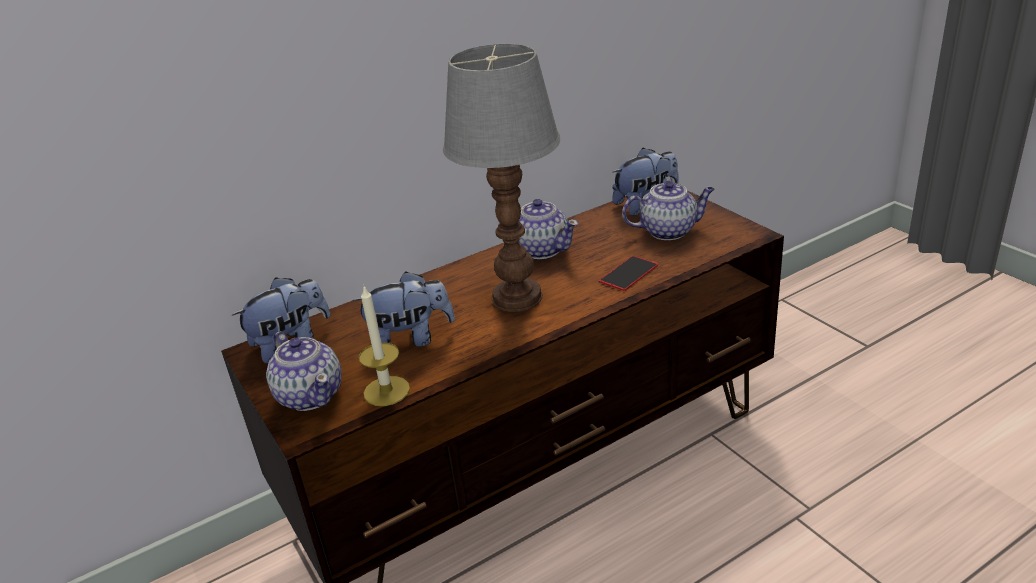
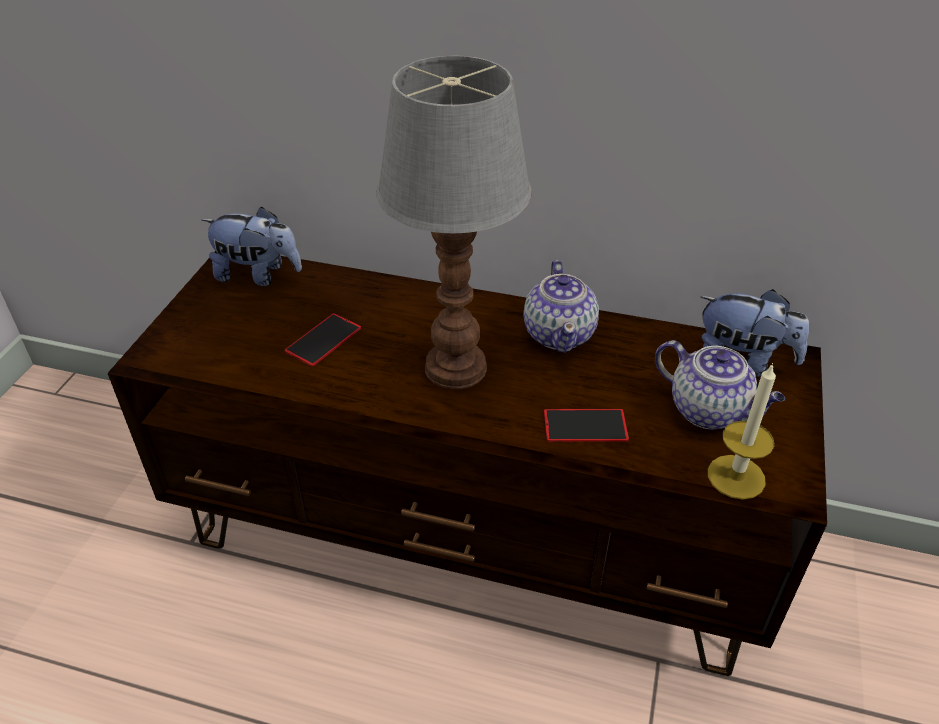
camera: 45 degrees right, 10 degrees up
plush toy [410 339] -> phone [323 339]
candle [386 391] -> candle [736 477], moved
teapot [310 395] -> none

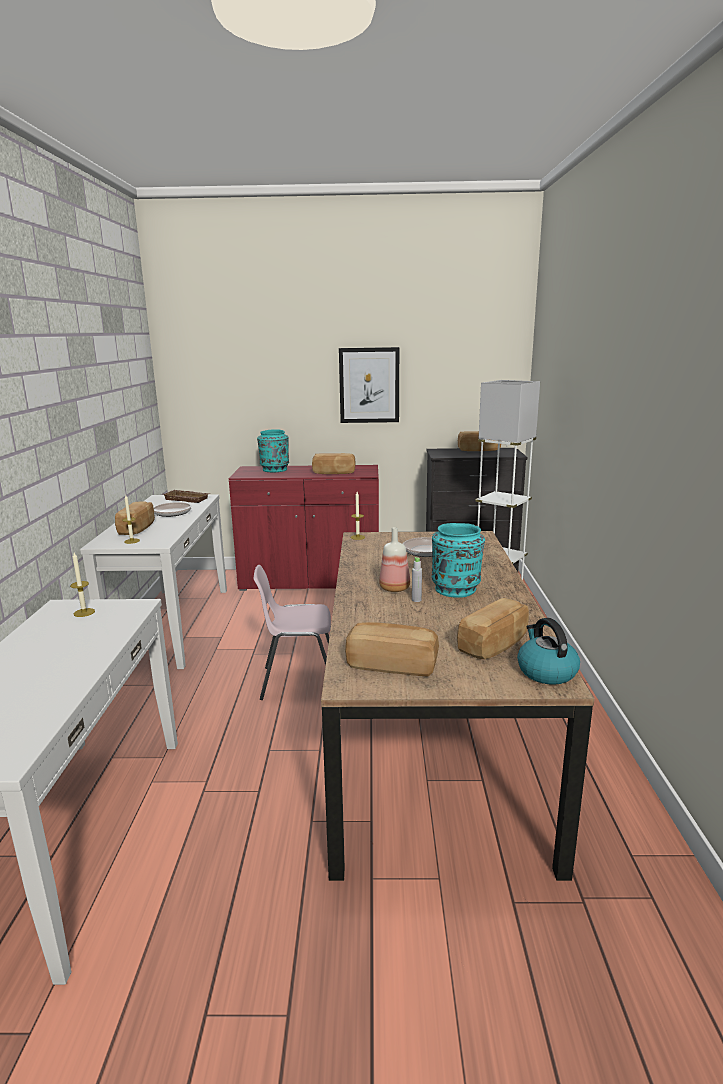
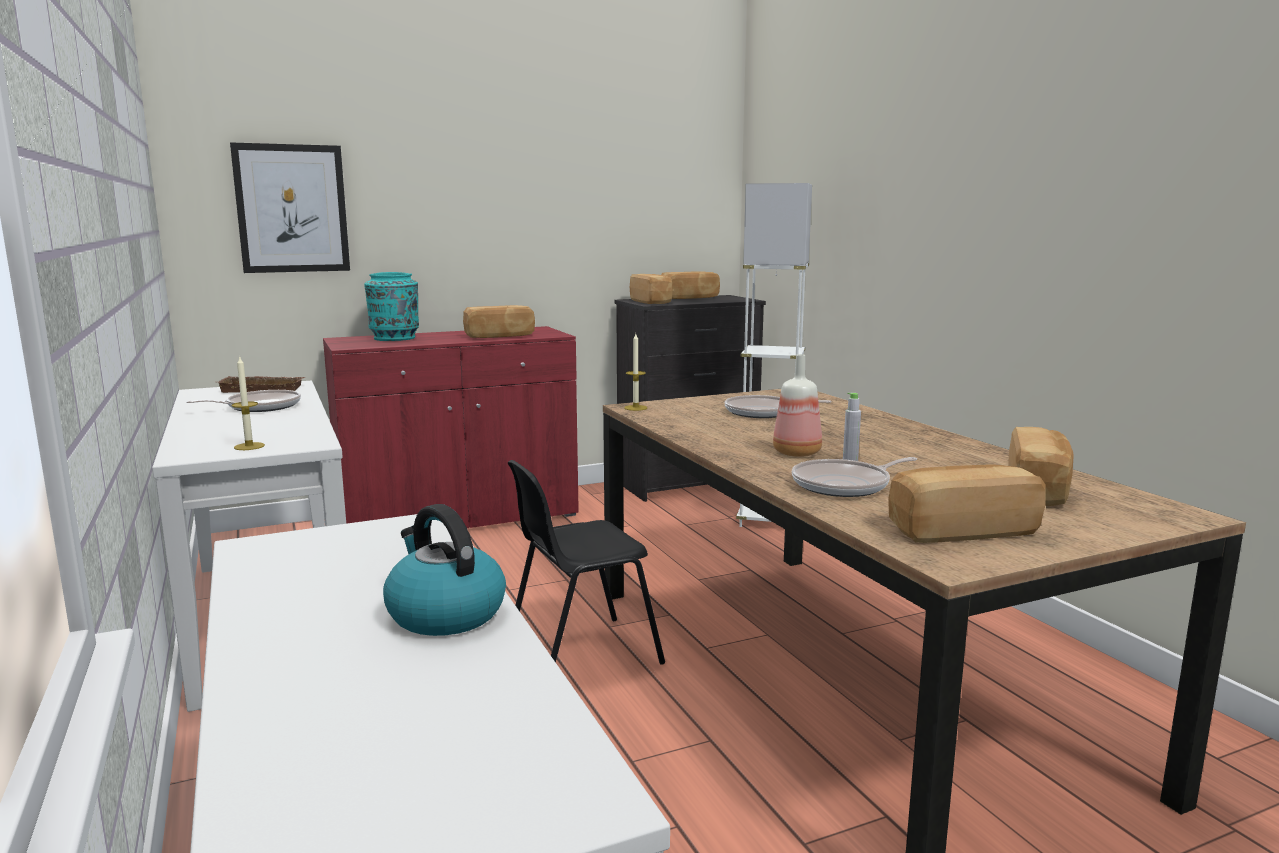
camera: 25 degrees left, 5 degrees down
picture [369 385] -> picture [292 209], moved
kettle [546 671] -> kettle [444 613], moved
pink chair [299 681] -> black chair [580 654]
bread [138 528] -> bread [651 302], moved
none -> frying pan [845 485]
candle [84 612] -> none
turquoise vase [456 589] -> none

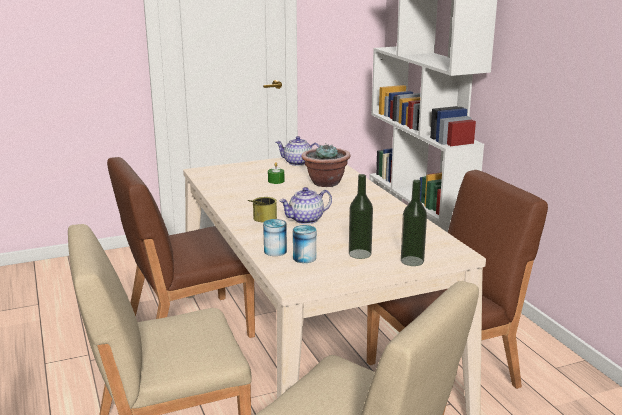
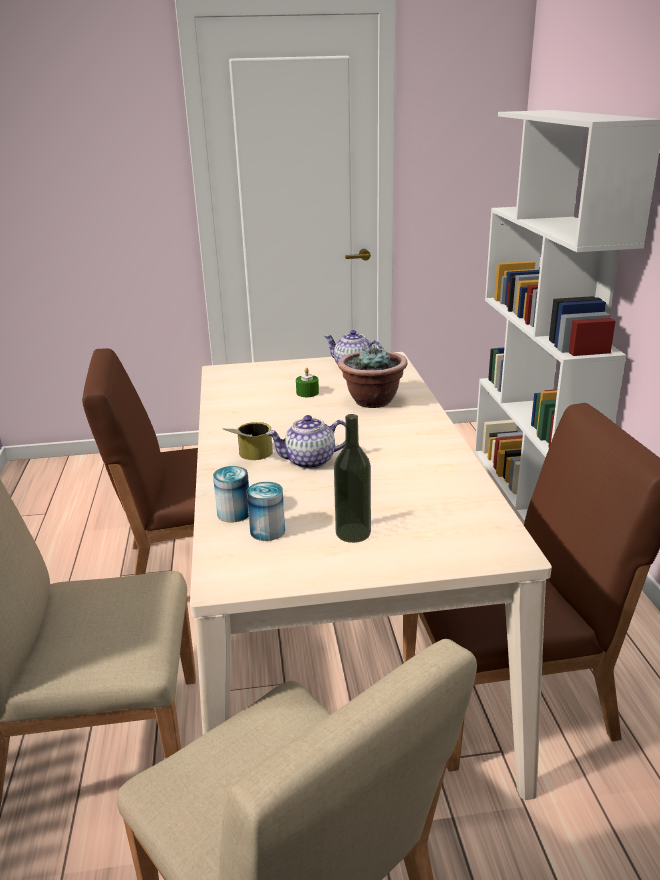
camera: 15 degrees right, 5 degrees up
bottle [412 261] -> none

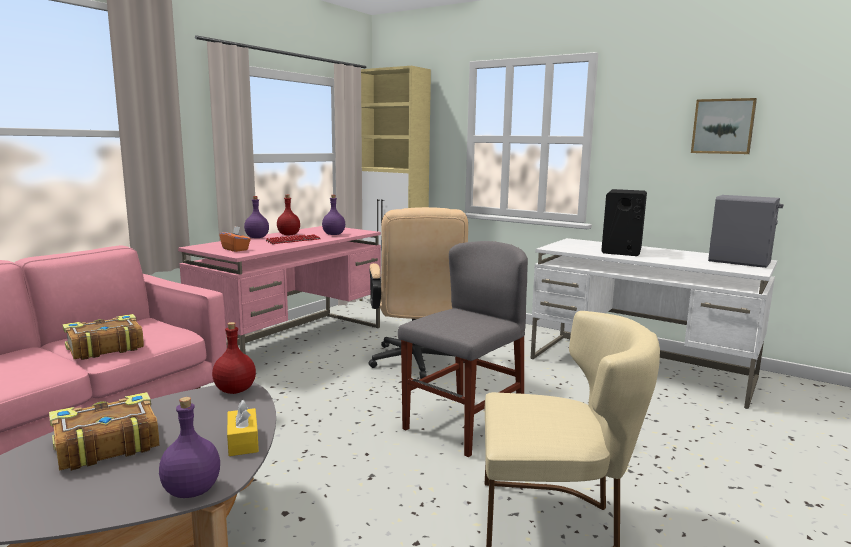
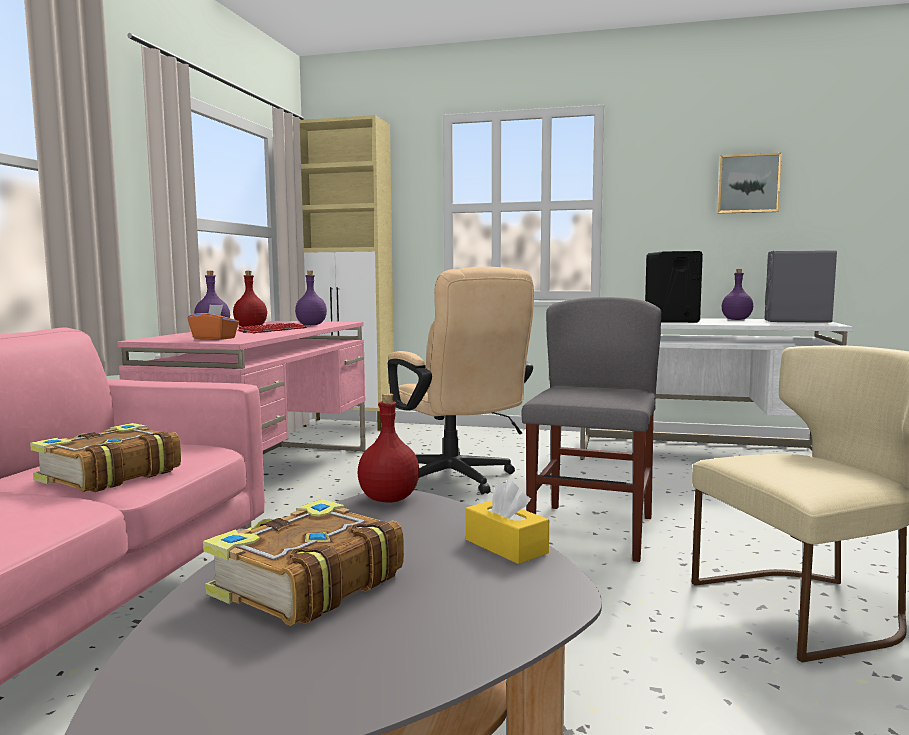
camera: 20 degrees left, 5 degrees down
purple bottle [193 491] -> purple bottle [737 319], moved

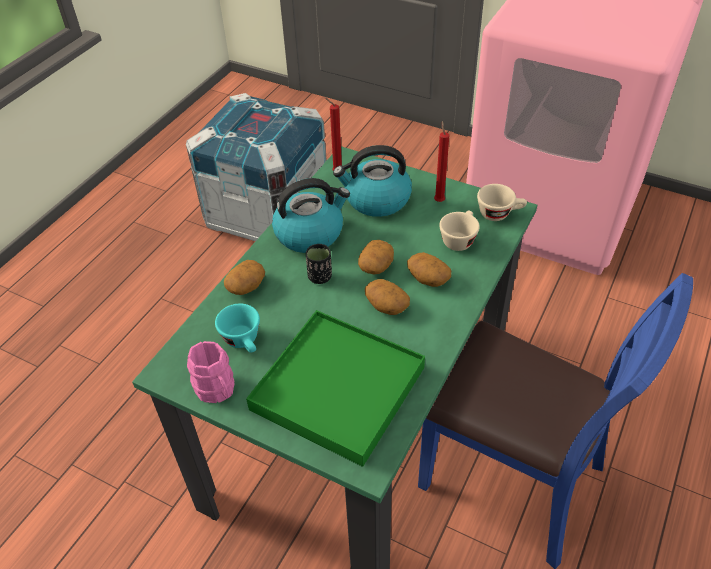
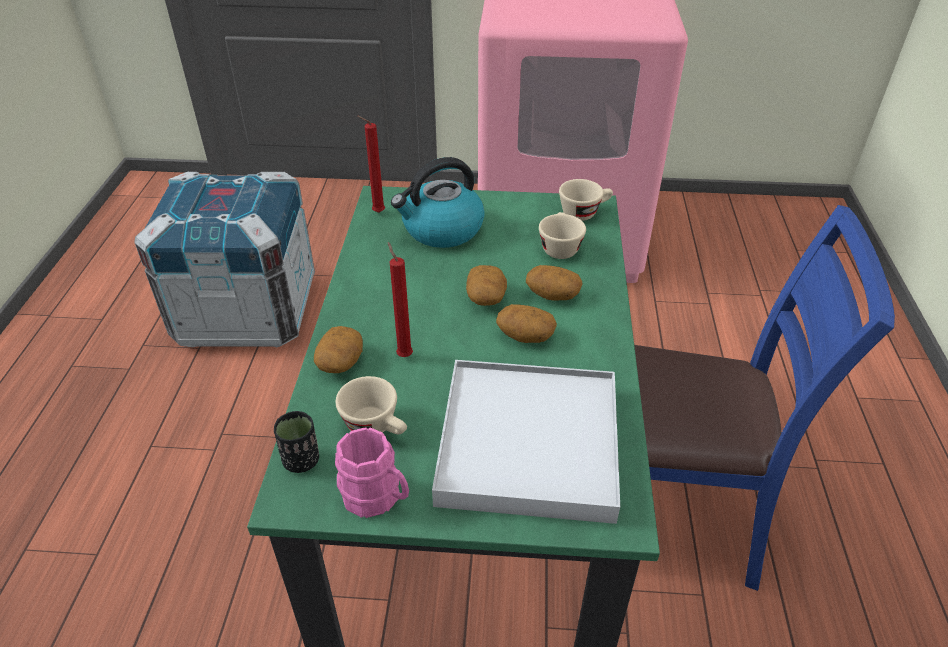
camera: 25 degrees left, 5 degrees down
black cup [320 277] -> black cup [301 460], moved
turquoise cup [244 341] -> beige cup [377 427]
red candle [439 200] -> red candle [403 354], moved
green tray [337 388] -> white tray [528 444]
kettle [310 233] -> none

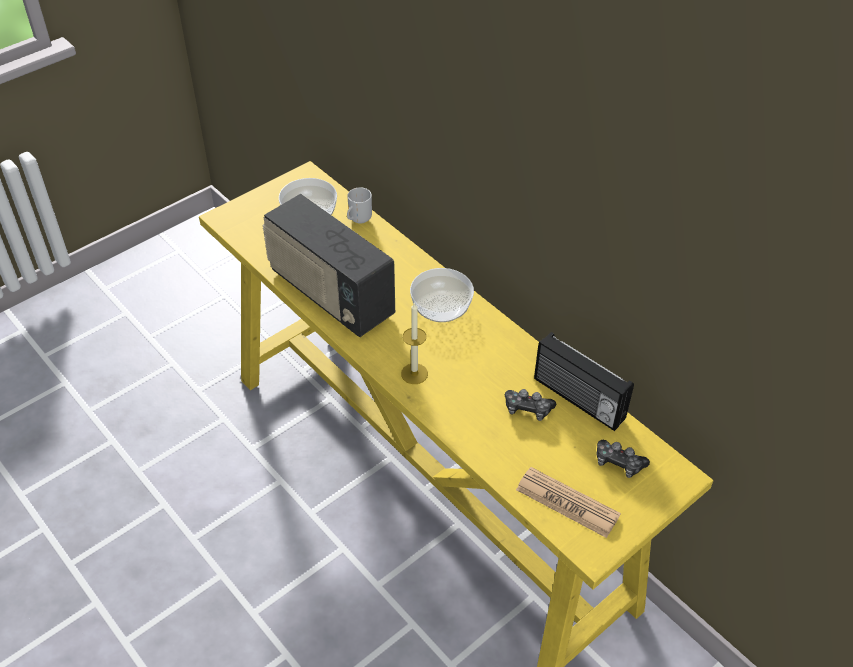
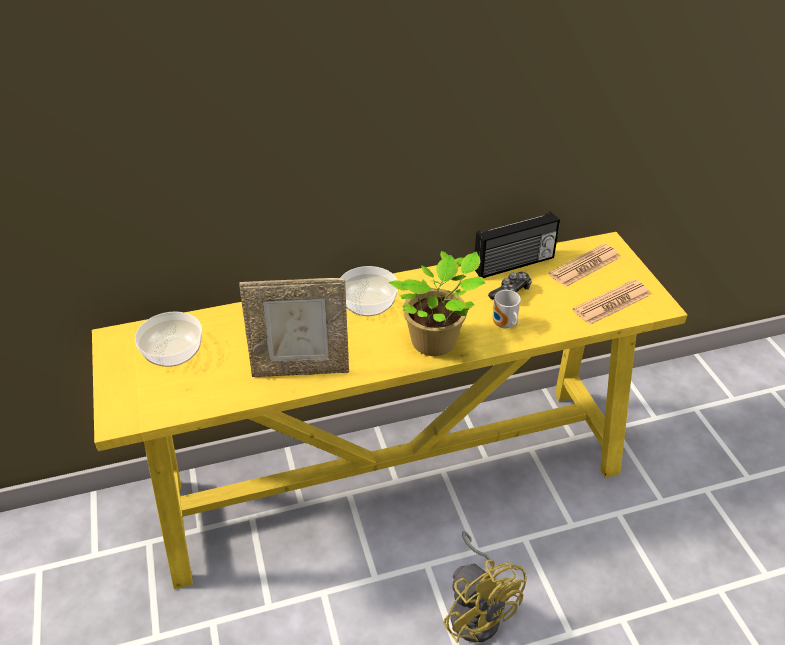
camera: 65 degrees left, 5 degrees down
radio [330 295] -> picture frame [301 369]
candle [414 373] -> potted plant [437 343]
none -> yellow fan [477 609]
mug [358 220] -> mug [504 325], moved
game controller [618 463] -> newspaper [584 266]

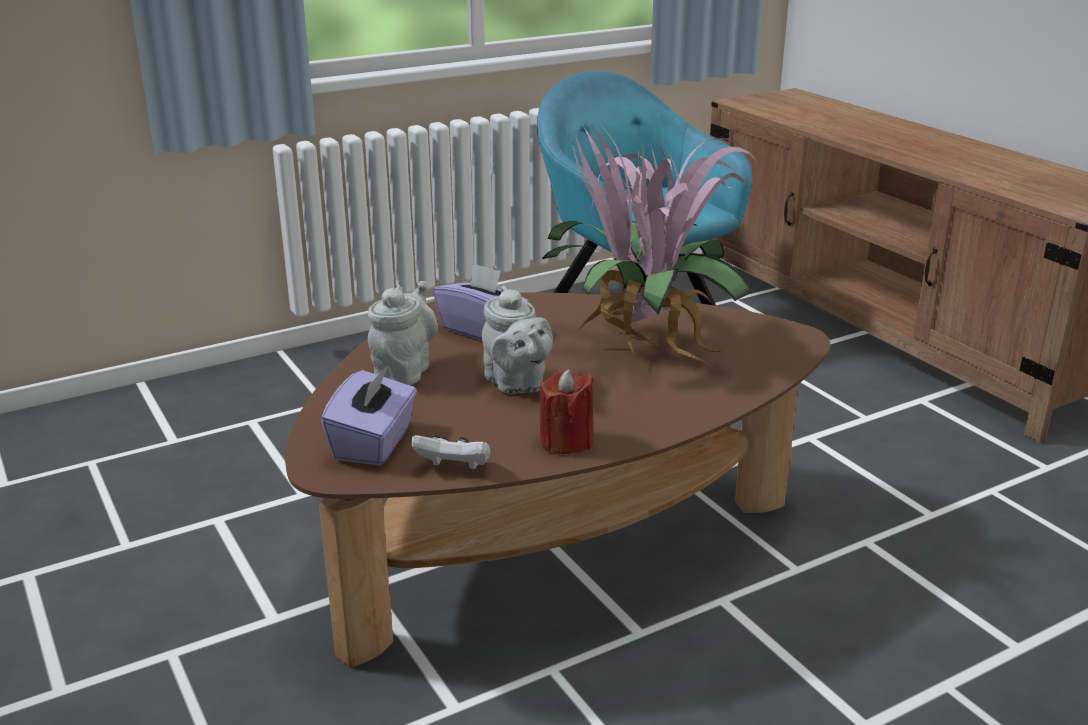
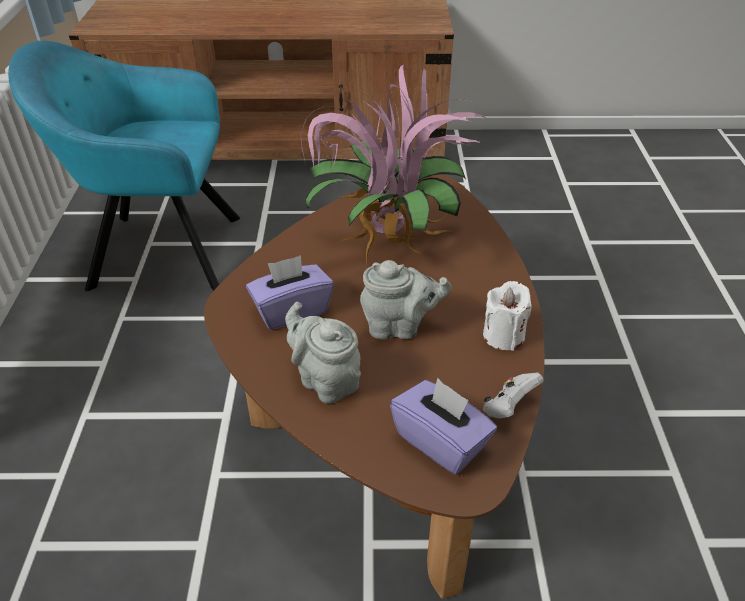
camera: 60 degrees left, 15 degrees up
red candle [566 441] -> white candle [503 336]

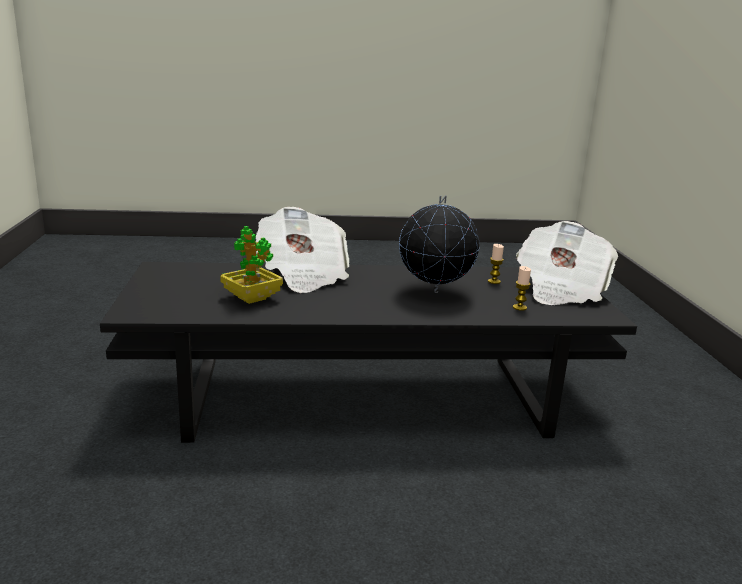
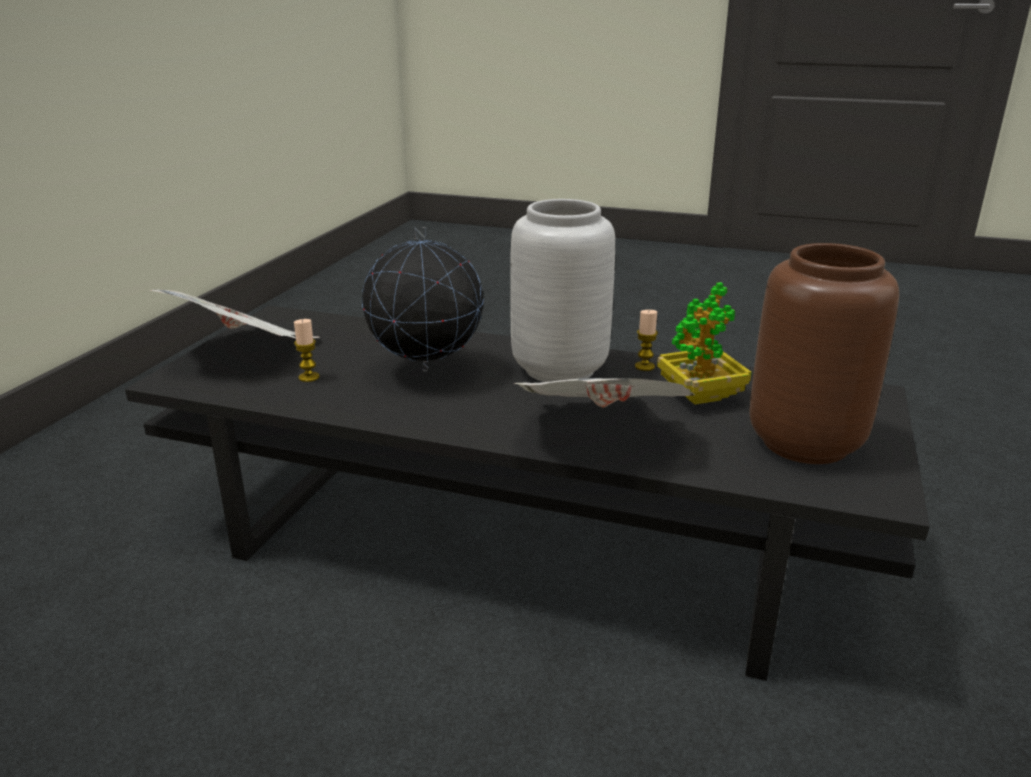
camera: 155 degrees left, 5 degrees up
none -> grey vase [560 370]
candle [519 307] -> candle [644 366], moved
none -> brown vase [804 442]

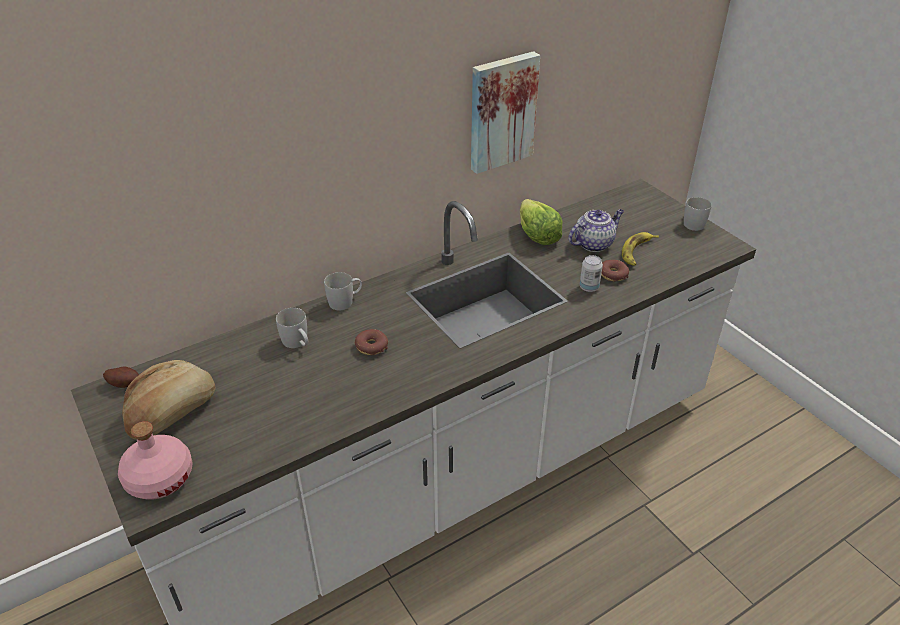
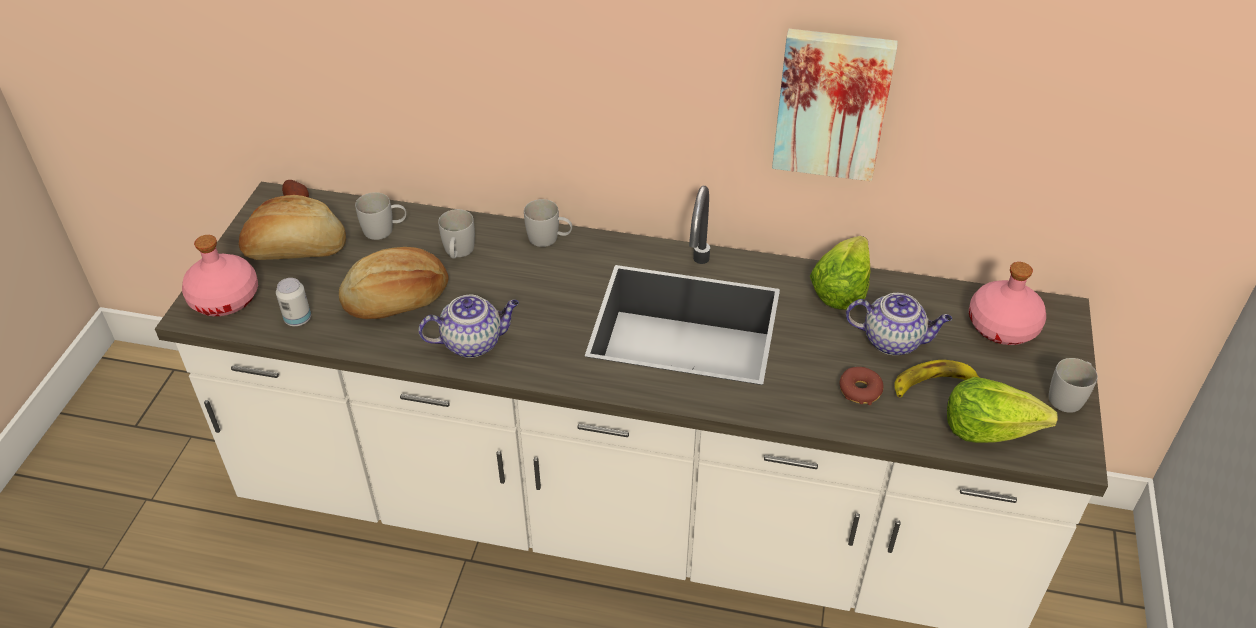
camera: 45 degrees right, 5 degrees up
can [589 287] -> can [298 319], moved
none -> bread [397 300]
none -> white mug [385 230]
none -> teapot [473 342]
none -> lettuce [989 428]
none -> pink bottle [1002 326]
donut [371 346] -> none

